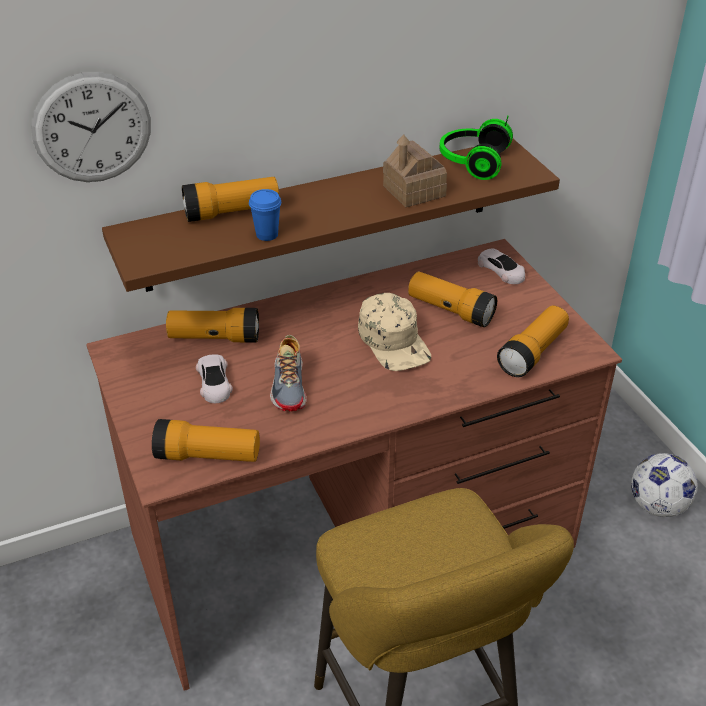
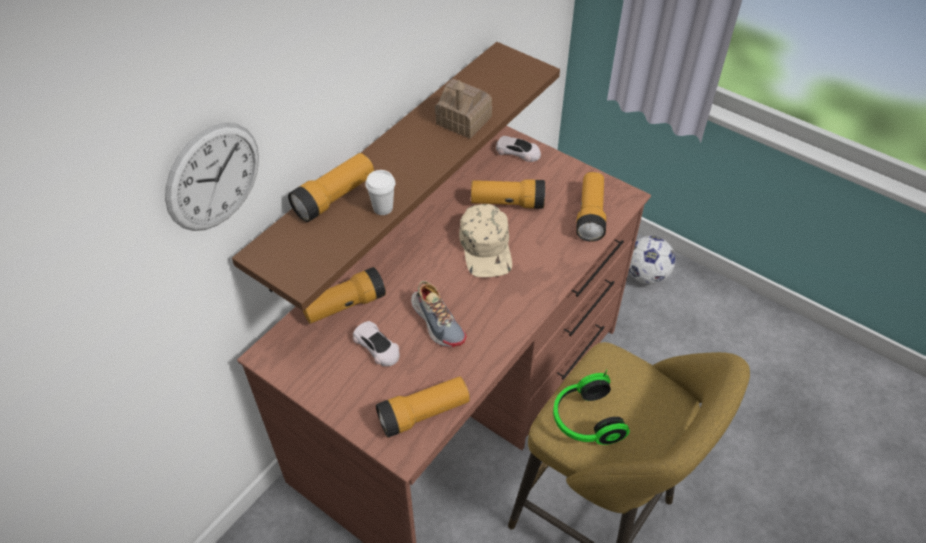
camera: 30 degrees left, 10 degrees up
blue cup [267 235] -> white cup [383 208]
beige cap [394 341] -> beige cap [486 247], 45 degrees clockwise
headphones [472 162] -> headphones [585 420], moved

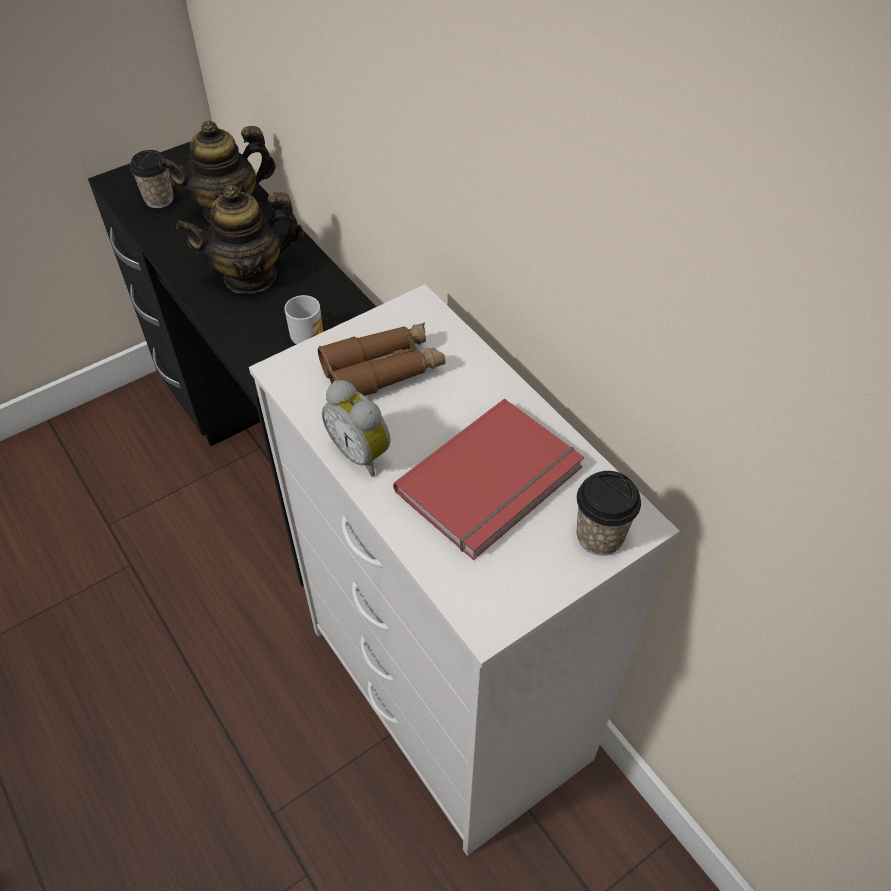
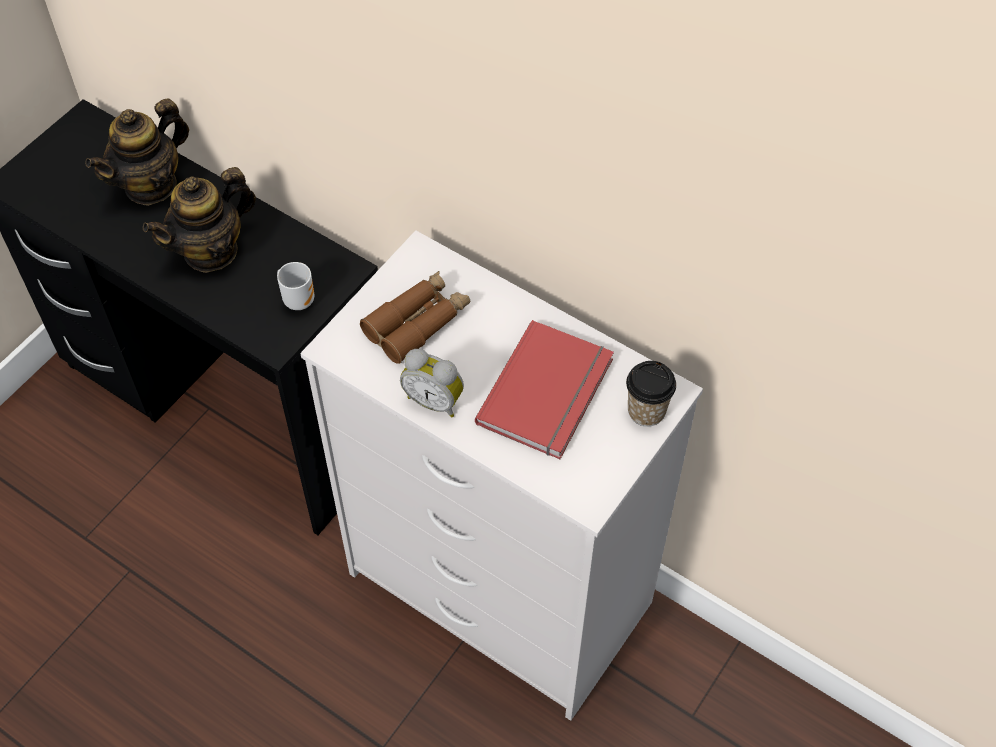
camera: 20 degrees left, 5 degrees up
cup [159 199] -> none

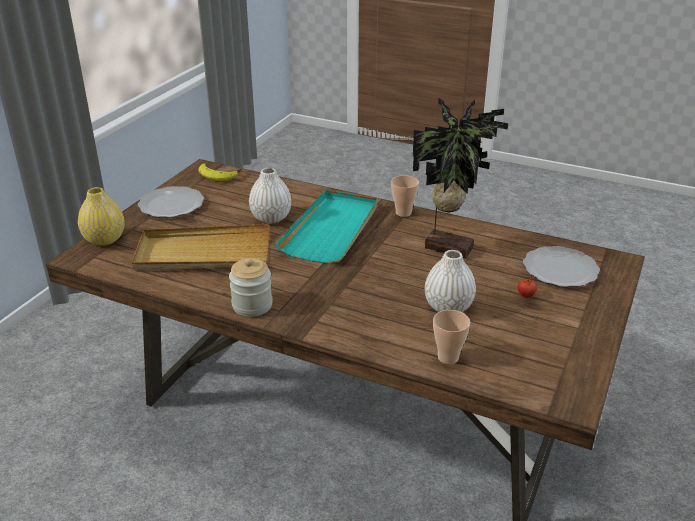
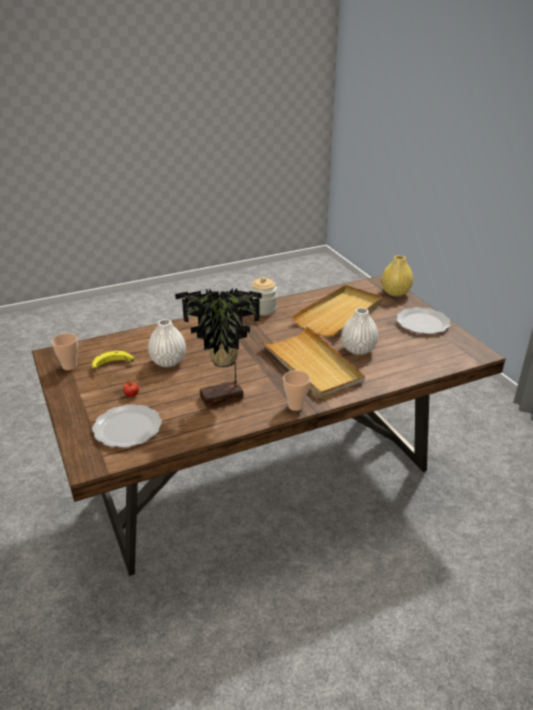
camera: 130 degrees right, 0 degrees up
cup [448 357] -> cup [69 366], moved
banana [219 175] -> banana [113 367], moved
turquoise tray [331 229] -> beige tray [311 365]

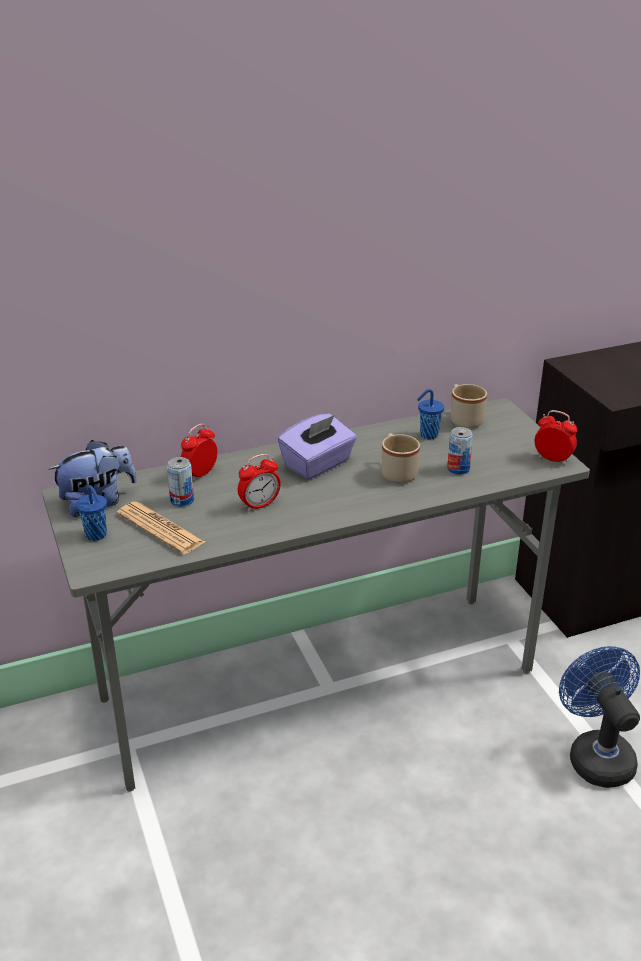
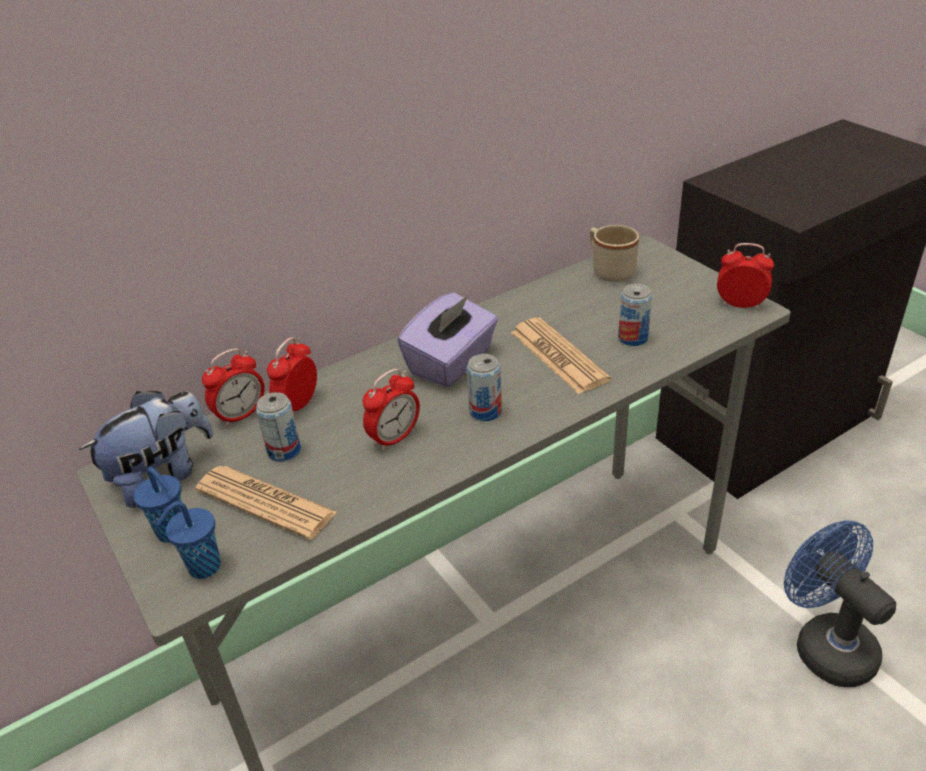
camera: 10 degrees left, 5 degrees up
blue cup [428 435] -> blue cup [202 568], moved
none -> alarm clock [241 415]
none -> can [485 412]
beige mug [397 472] -> newspaper [558 356]

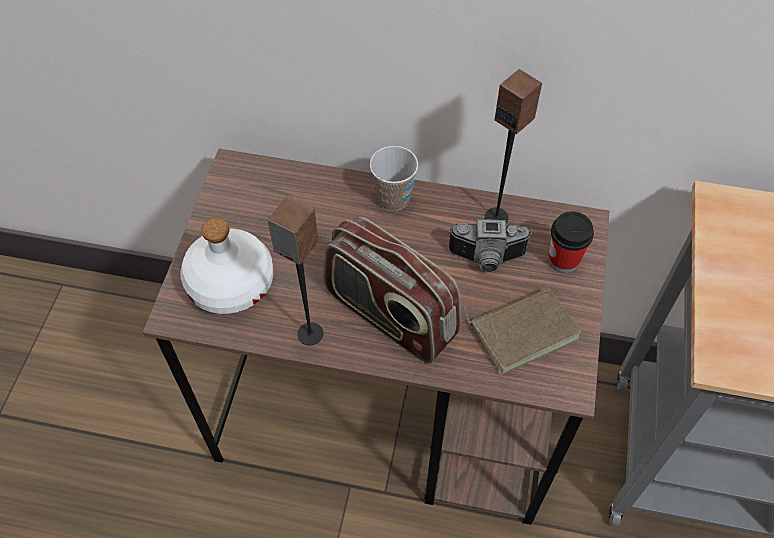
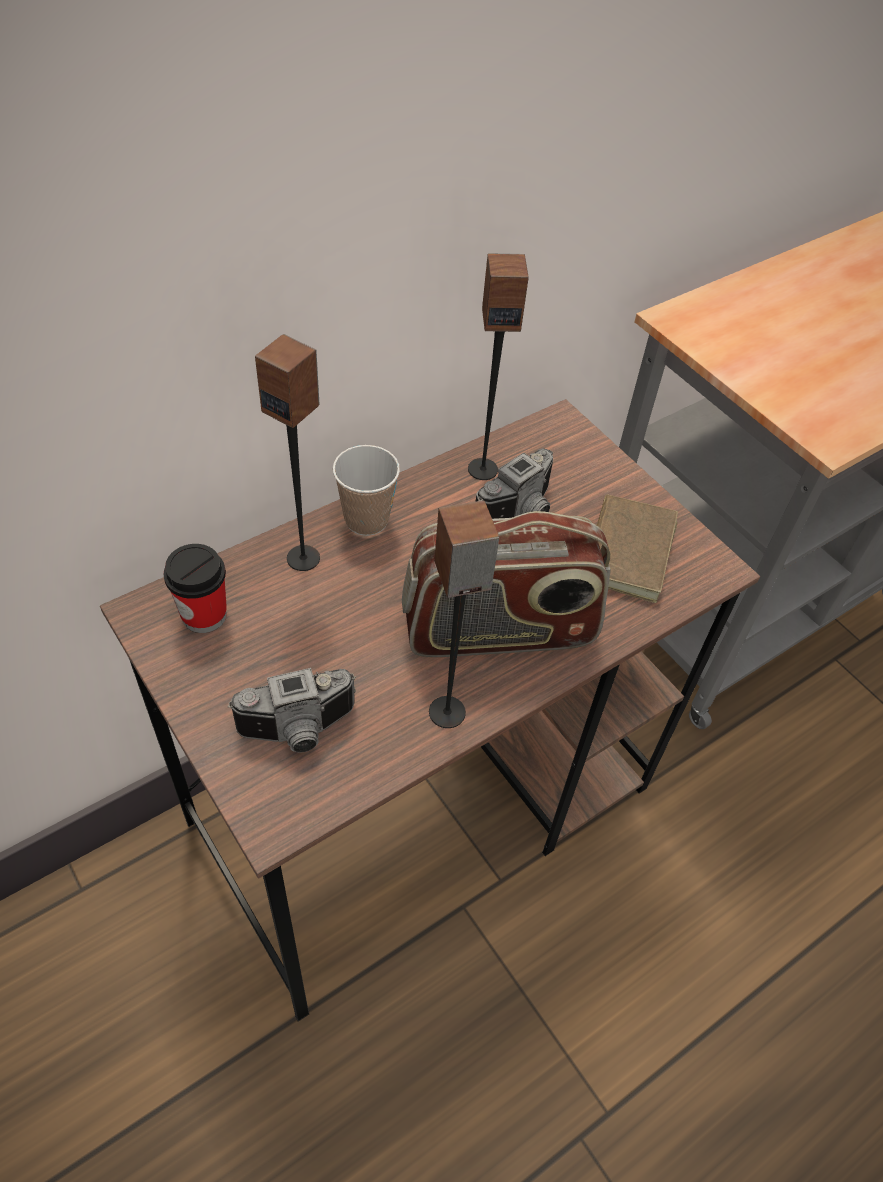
camera: 50 degrees left, 5 degrees down
cup [563 259] -> cup [204 615], moved
white bottle [232 283] -> photo camera [299 732]
none -> speaker [304 558]

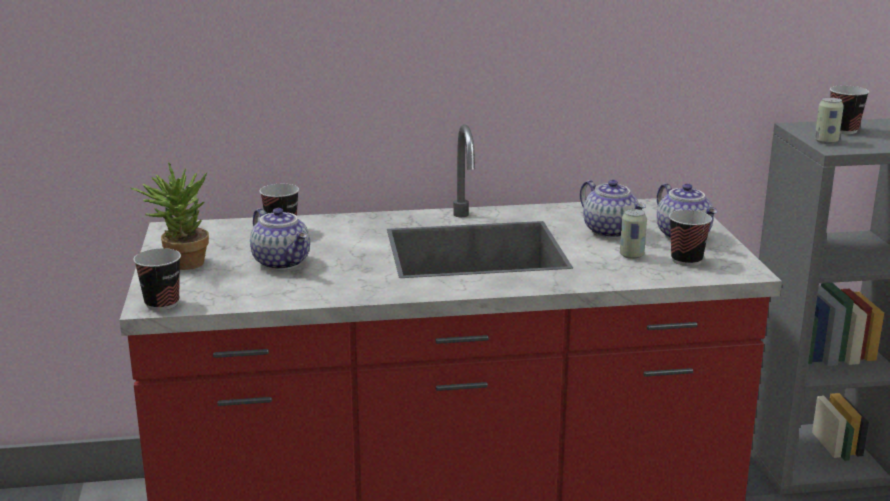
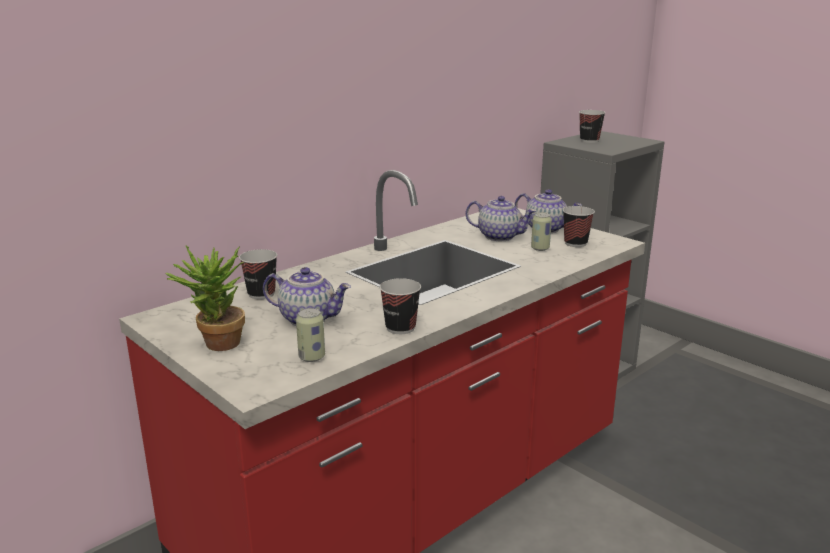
camera: 35 degrees left, 0 degrees up
can [826 141] -> can [312 357], moved
cup [162 303] -> cup [400 328], moved

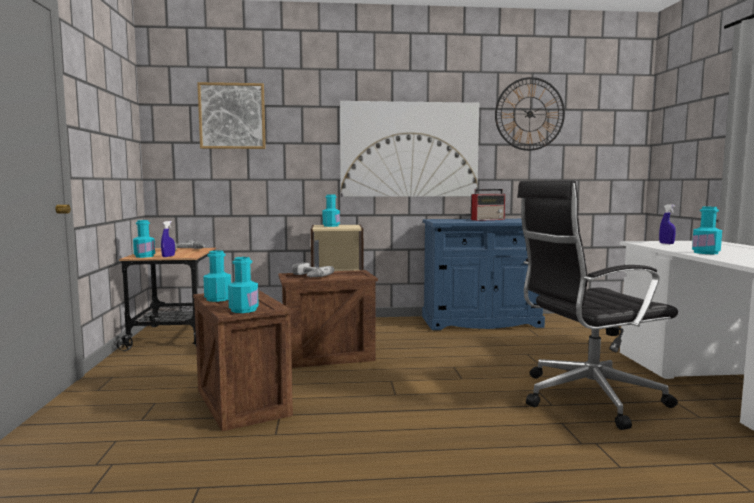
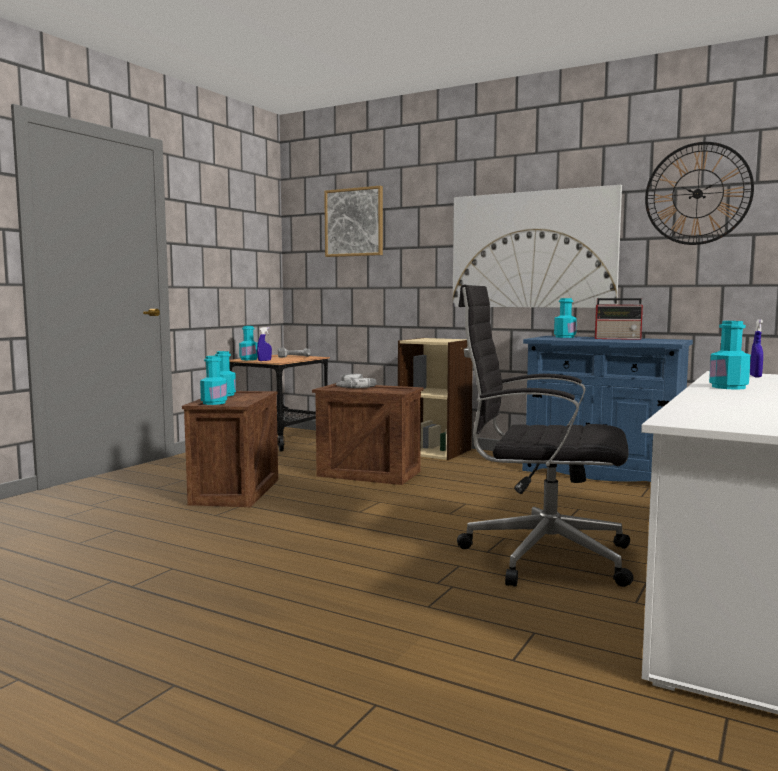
camera: 35 degrees right, 0 degrees up
turquoise bottle [331 226] -> turquoise bottle [564 337], moved

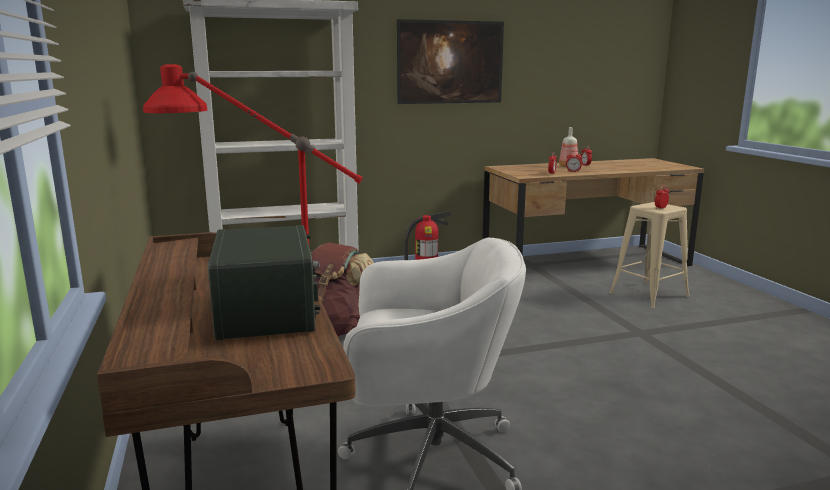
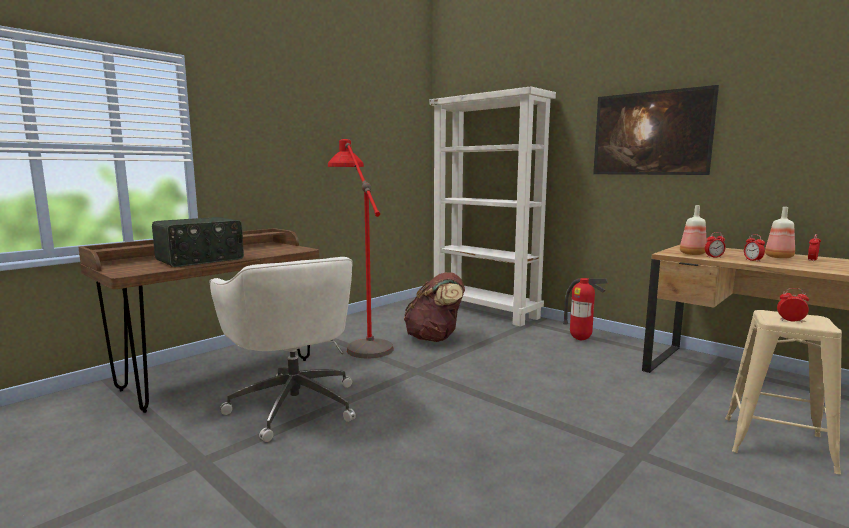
camera: 60 degrees right, 5 degrees down
none -> bottle [692 254]

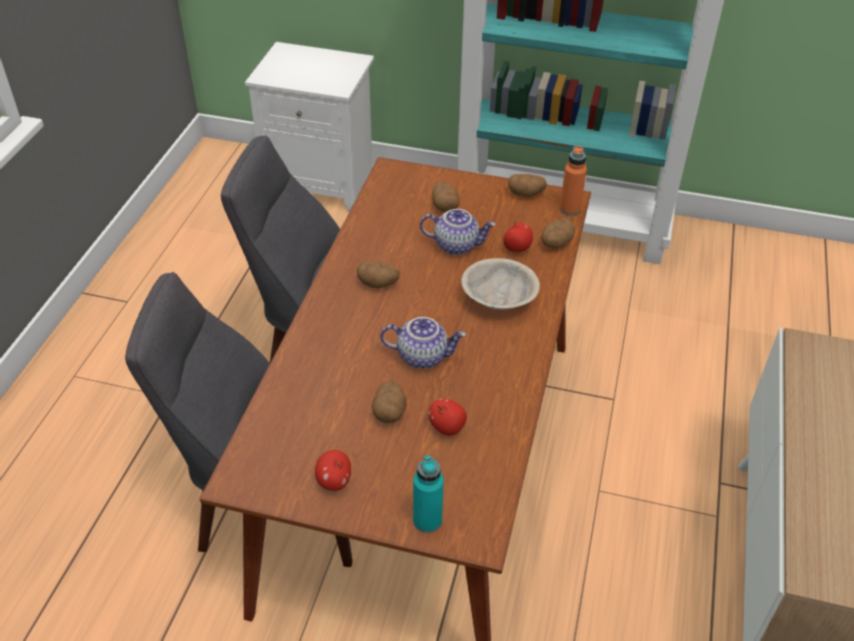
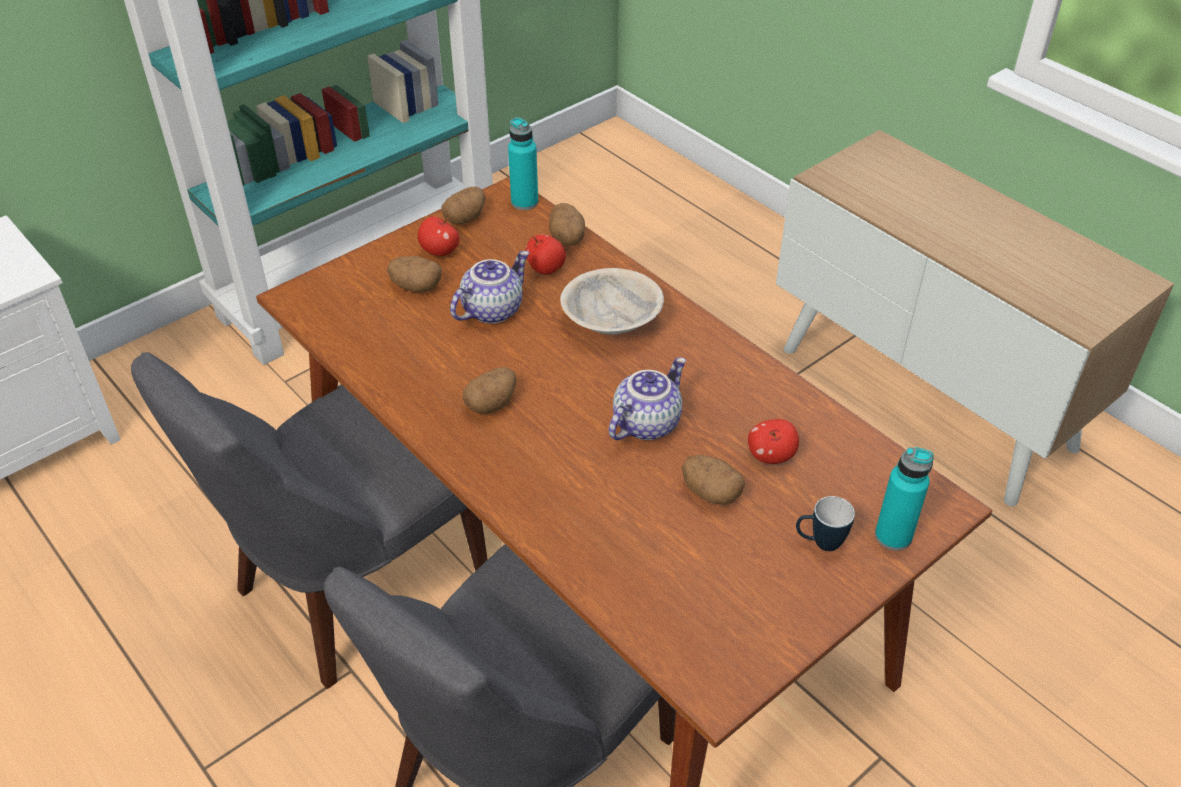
camera: 55 degrees left, 0 degrees up
apple [334 481] -> apple [440 252], moved
orange bottle [569 209] -> turquoise bottle [524 202]
none -> mug [819 543]

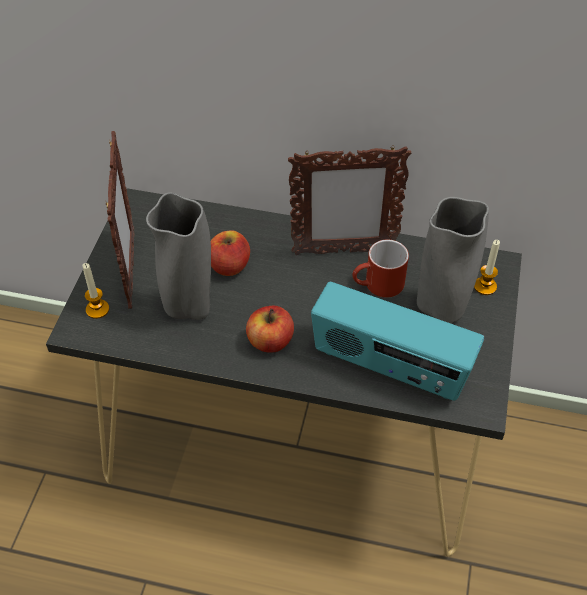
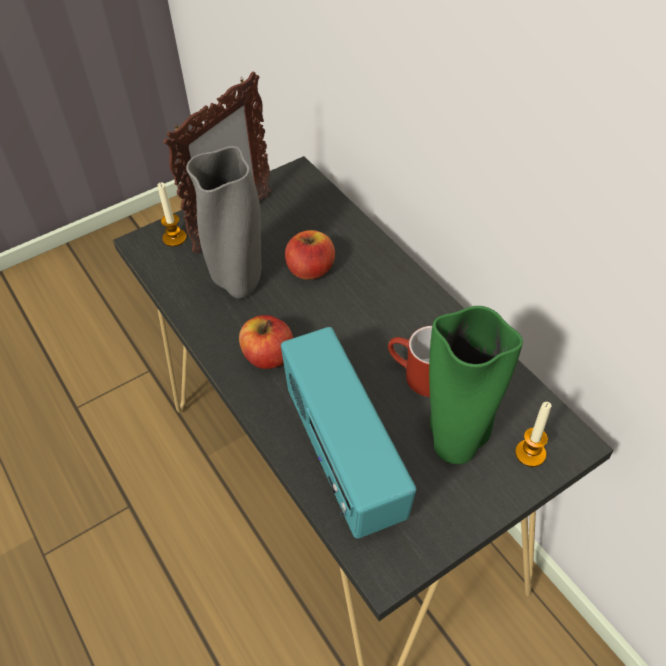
camera: 45 degrees right, 0 degrees up
grey vase [440 309] -> green vase [456 441]
picture frame [343 251] -> none

